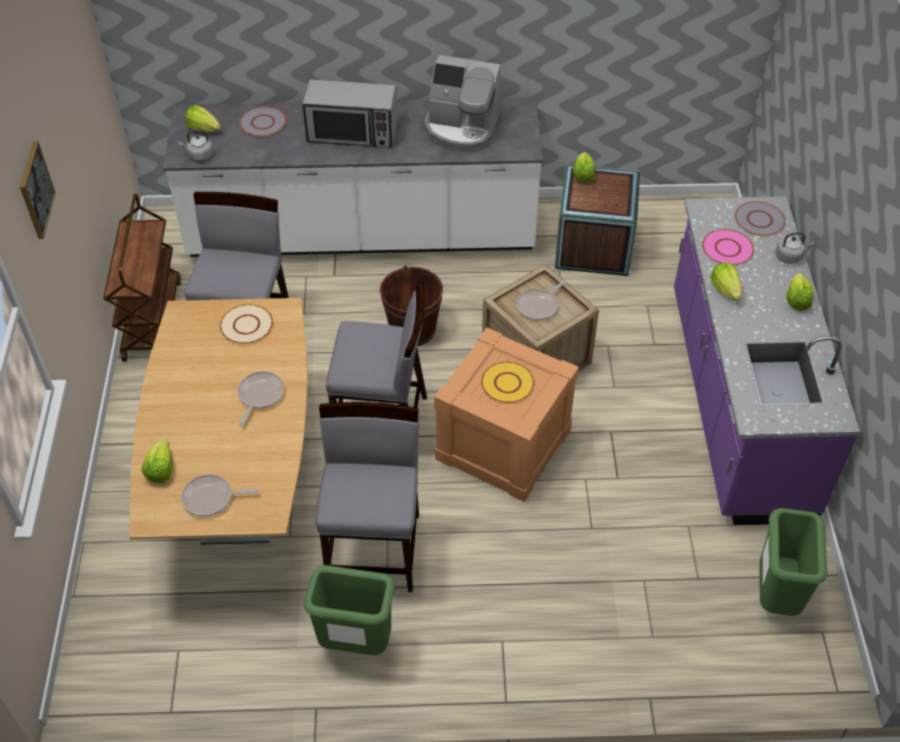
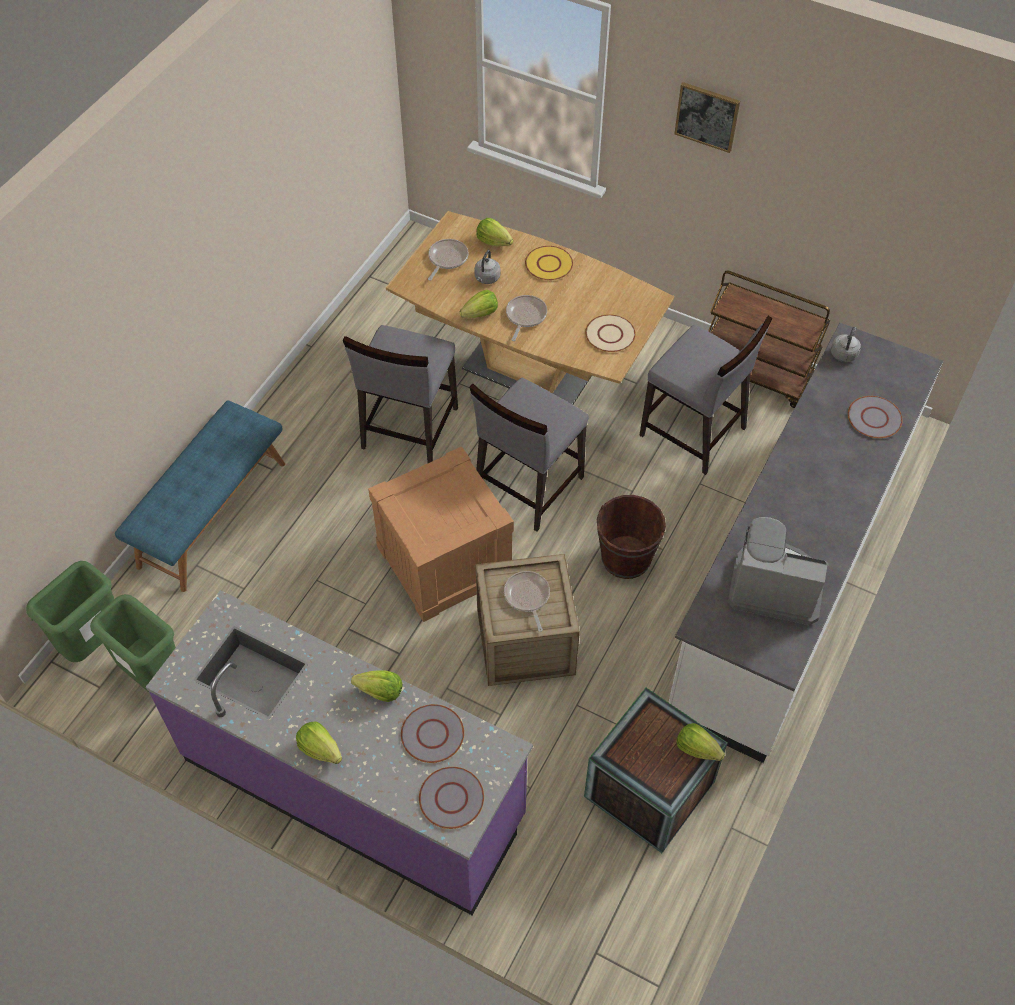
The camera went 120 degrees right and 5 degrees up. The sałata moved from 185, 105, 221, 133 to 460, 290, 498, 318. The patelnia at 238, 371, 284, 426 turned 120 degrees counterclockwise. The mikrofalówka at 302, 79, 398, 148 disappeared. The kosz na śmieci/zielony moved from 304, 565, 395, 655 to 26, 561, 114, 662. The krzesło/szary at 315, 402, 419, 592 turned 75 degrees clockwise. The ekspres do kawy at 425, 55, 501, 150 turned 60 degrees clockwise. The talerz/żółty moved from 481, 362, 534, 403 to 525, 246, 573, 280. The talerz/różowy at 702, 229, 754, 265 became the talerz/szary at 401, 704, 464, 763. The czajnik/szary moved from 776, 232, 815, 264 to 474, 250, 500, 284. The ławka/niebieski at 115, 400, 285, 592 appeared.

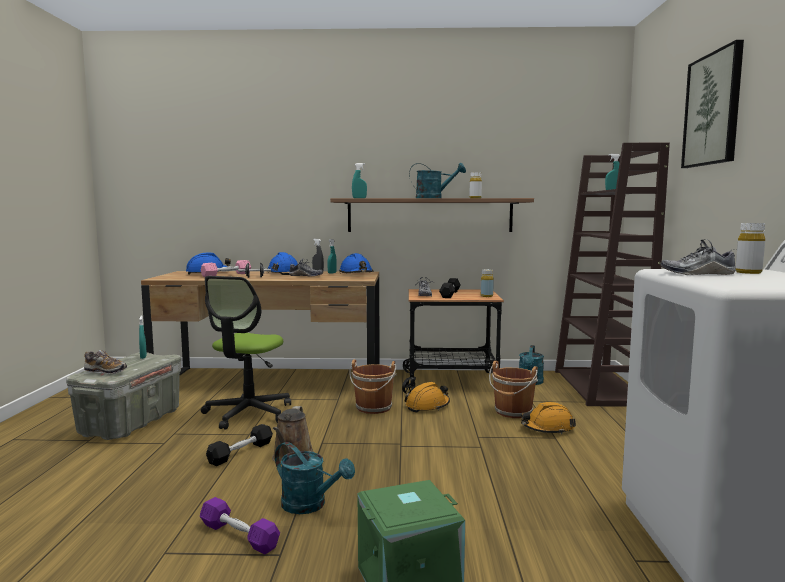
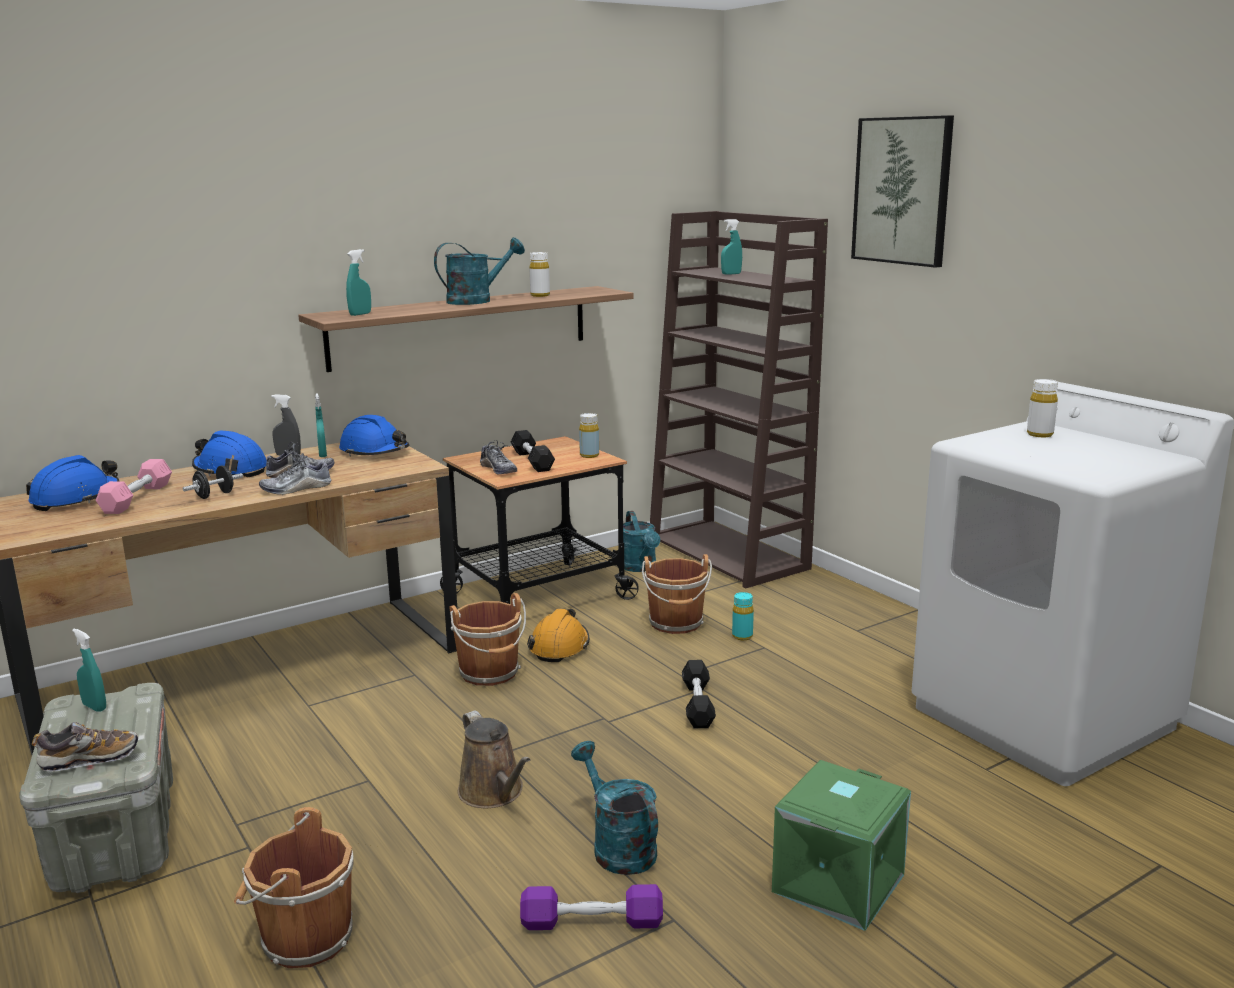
The camera went 35 degrees left and 10 degrees up. The krzesło biurowe at 201, 276, 291, 430 disappeared. The hantel/czarny moved from 206, 424, 273, 466 to 682, 660, 716, 728. The konewka/turkusowy at 275, 442, 355, 514 turned 120 degrees counterclockwise. The kask/pomarańczowy at 521, 402, 576, 435 was replaced by the butelka/turkusowy at 732, 592, 754, 640. The but moved from 661, 239, 736, 275 to 259, 454, 332, 495. The wiadro/brązowy at 234, 807, 353, 968 appeared.

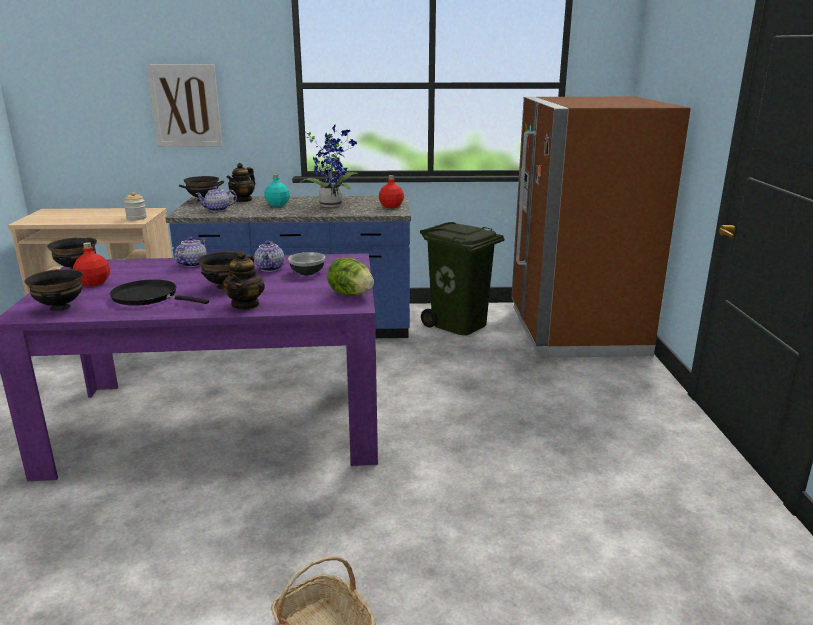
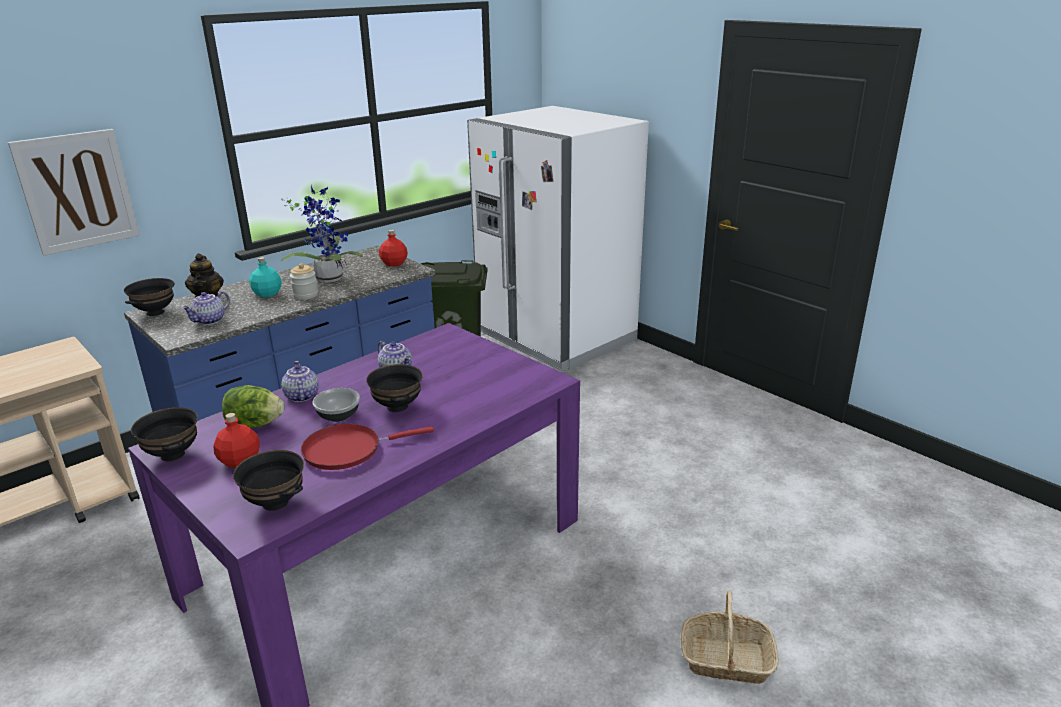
The camera went 40 degrees left and 5 degrees up. The patelnia/czarny at 110, 279, 209, 306 became the patelnia/czerwony at 301, 424, 434, 470. The słoik moved from 124, 192, 147, 220 to 290, 263, 318, 300. The imbryk at 222, 251, 265, 310 disappeared. The miska moved from 288, 252, 325, 275 to 313, 388, 360, 422. The sałata moved from 327, 258, 374, 296 to 222, 385, 284, 428. The lodówka/brązowy at 511, 97, 691, 358 became the lodówka/biały at 467, 106, 649, 371.

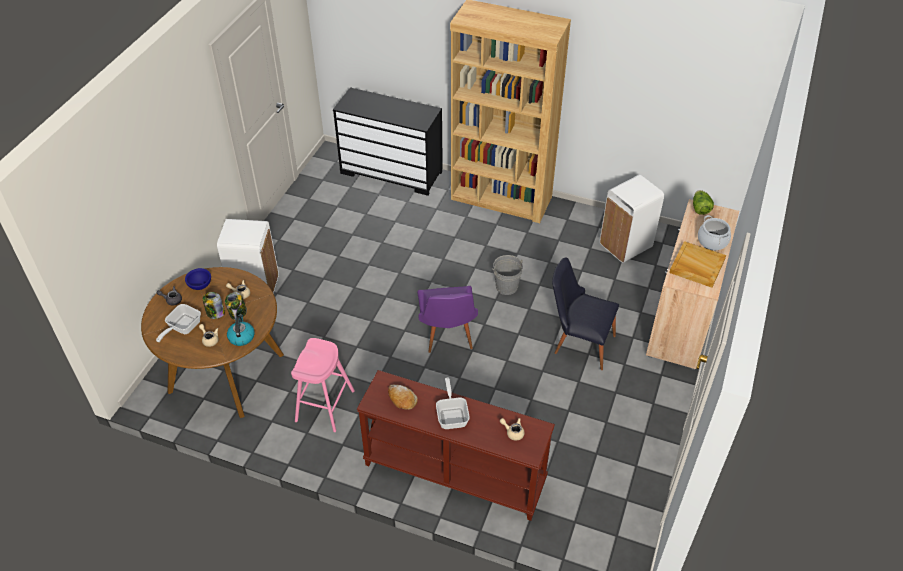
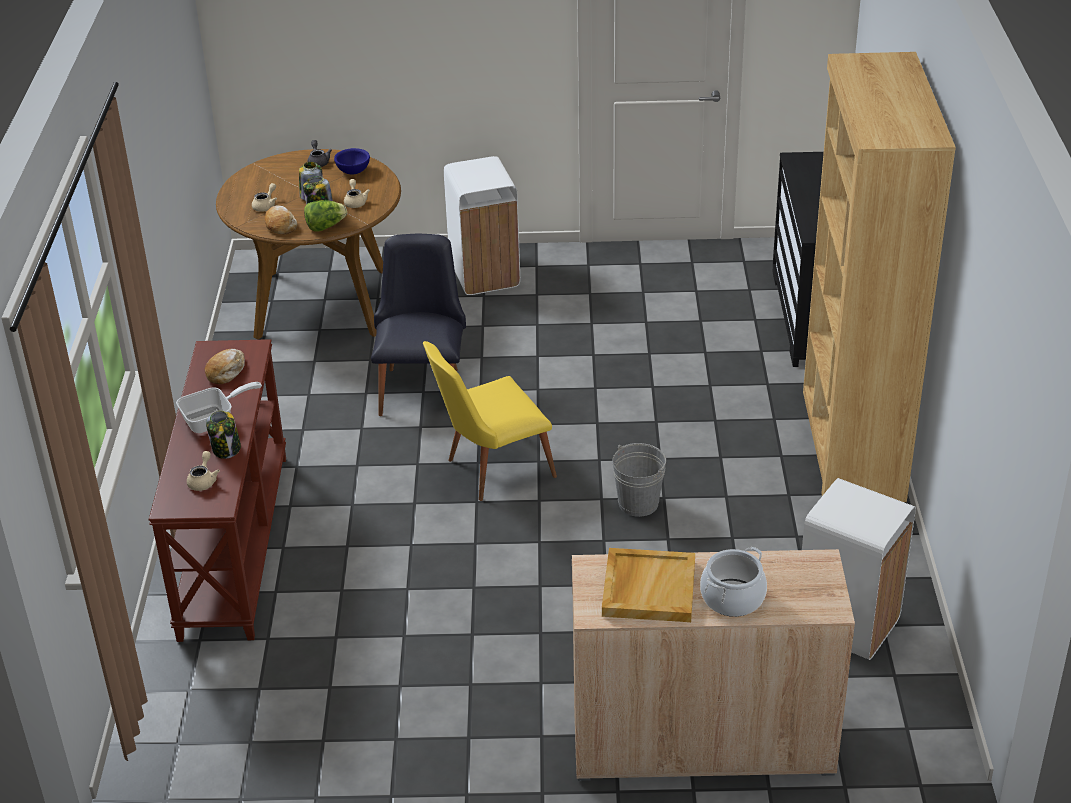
The camera went 70 degrees right and 10 degrees down. The patelnia at 156, 304, 201, 342 disappeared. The czajnik at 227, 314, 255, 346 was replaced by the chleb at 265, 206, 297, 234. The stołek/różowy at 291, 338, 355, 432 disappeared. The krzesło/fioletowy at 417, 286, 478, 353 became the krzesło/żółty at 423, 341, 557, 501. The krzesło/czarny moved from 552, 257, 619, 370 to 371, 234, 466, 416. The sałata moved from 693, 190, 714, 215 to 304, 200, 347, 232. The słoik at 206, 411, 241, 459 appeared.

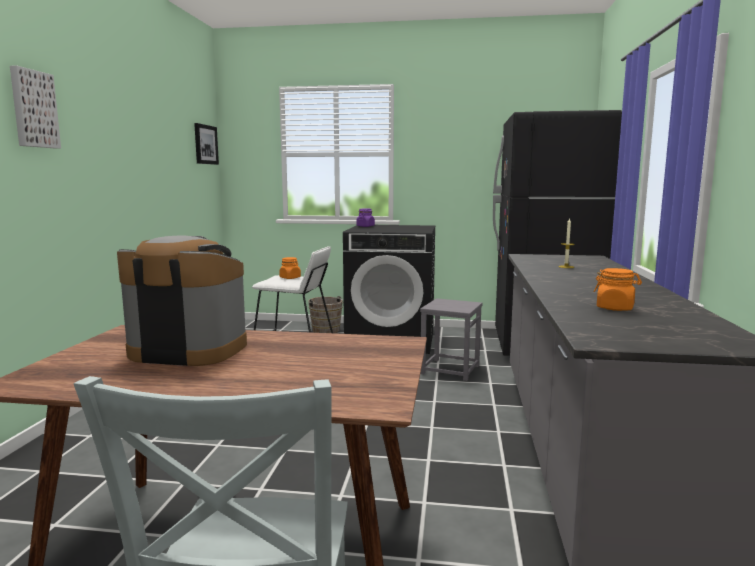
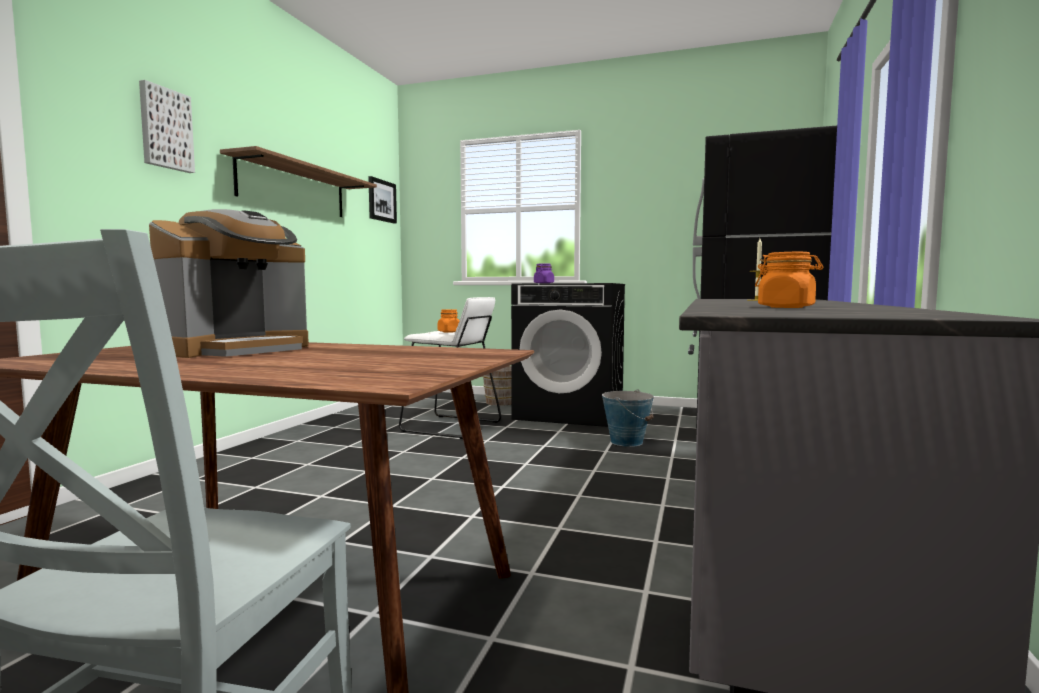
The camera went 10 degrees right and 5 degrees down. The ekspres do kawy at 117, 235, 247, 366 turned 105 degrees clockwise. The stołek/szary at 420, 298, 483, 381 was replaced by the wiadro at 602, 389, 654, 447. The półka at 220, 146, 377, 217 appeared.

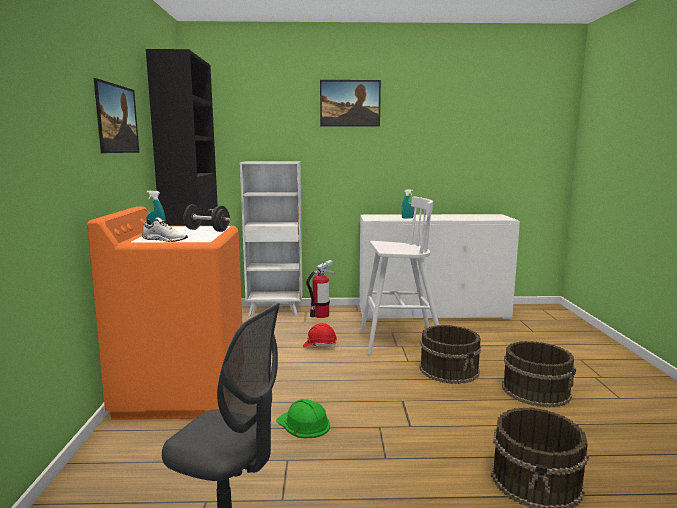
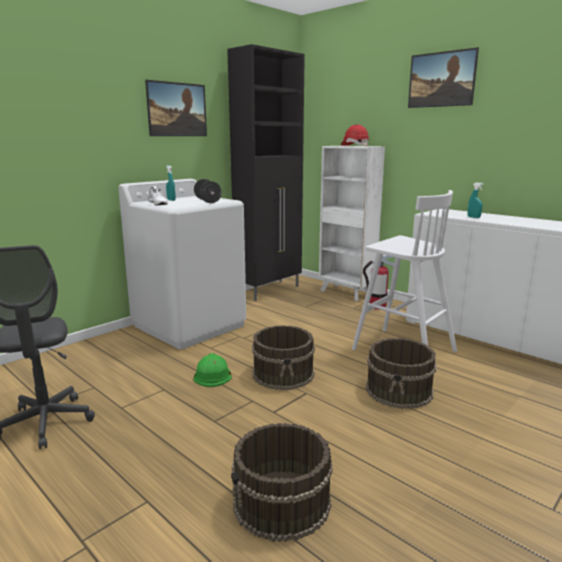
The camera went 45 degrees right and 5 degrees up. The pralka/pomarańczowy at 87, 206, 242, 420 became the pralka/biały at 118, 179, 246, 350. The kask/czerwony moved from 303, 323, 337, 348 to 341, 125, 369, 146. The wiadro/brązowy moved from 502, 341, 576, 408 to 252, 325, 315, 390.

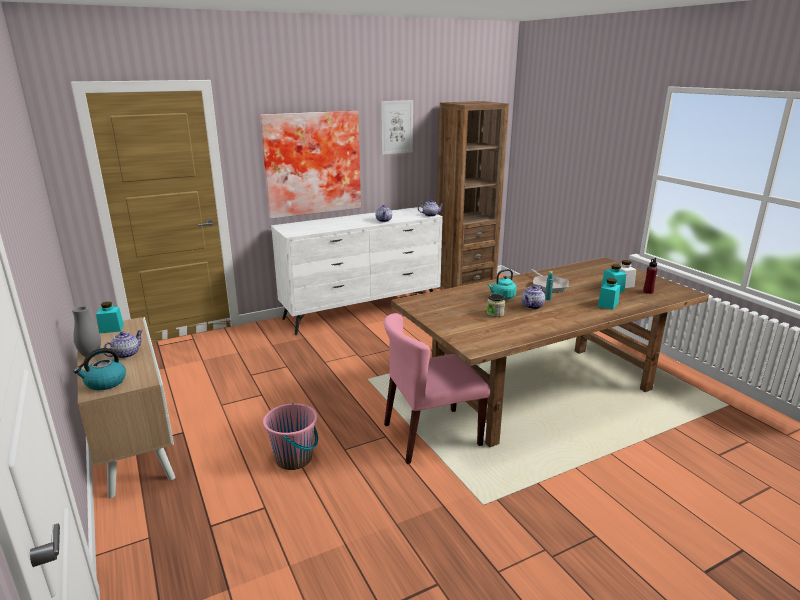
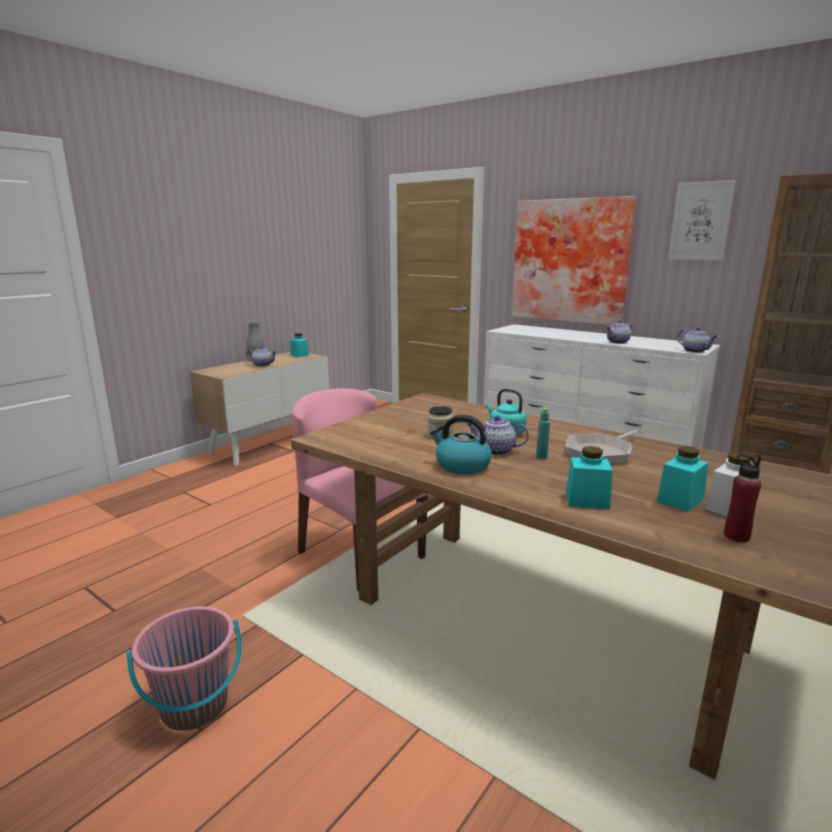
The camera went 65 degrees right and 5 degrees down. The czajnik moved from 74, 348, 126, 390 to 430, 415, 492, 474. The wiadro/różowy moved from 263, 403, 318, 470 to 126, 606, 242, 731.

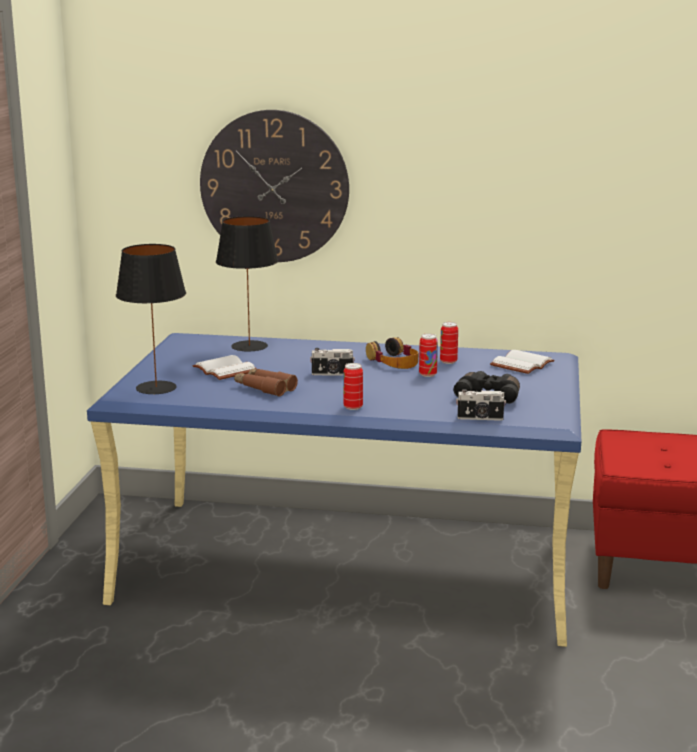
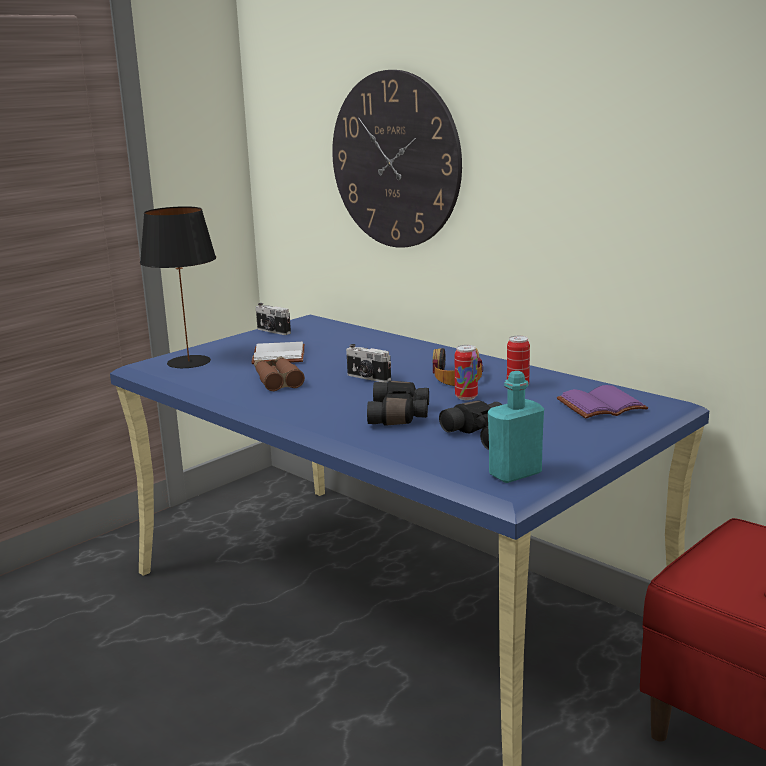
The camera went 35 degrees right and 0 degrees up. The lampa stołowa/czarny at 216, 216, 278, 351 disappeared. The puszka at 344, 363, 363, 410 disappeared. The aparat fotograficzny moved from 456, 389, 506, 421 to 256, 303, 291, 335. The książka/biały at 490, 350, 555, 374 became the książka/fioletowy at 557, 385, 648, 419. The lornetka/czarny at 367, 381, 429, 426 appeared. The butelka/turkusowy at 488, 371, 544, 483 appeared.

